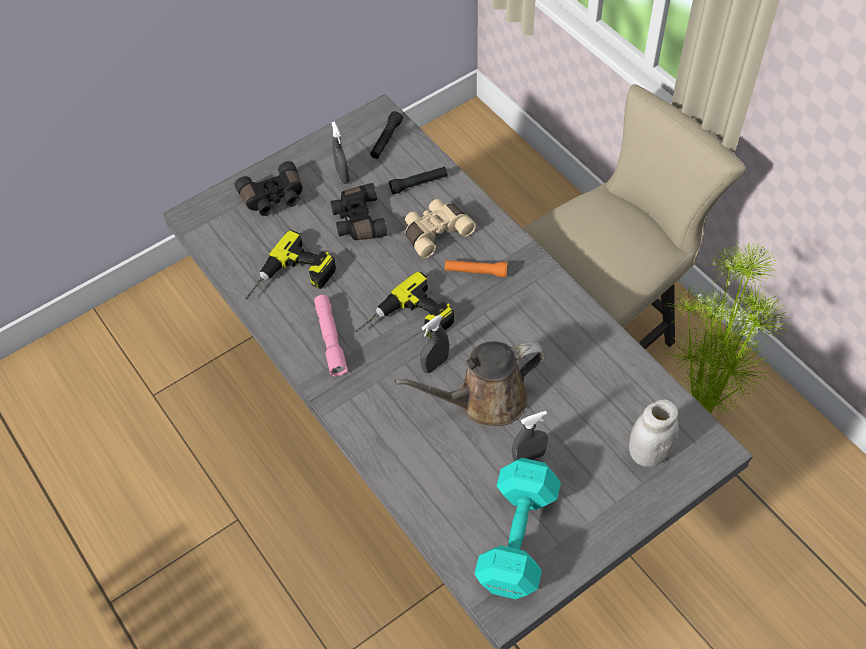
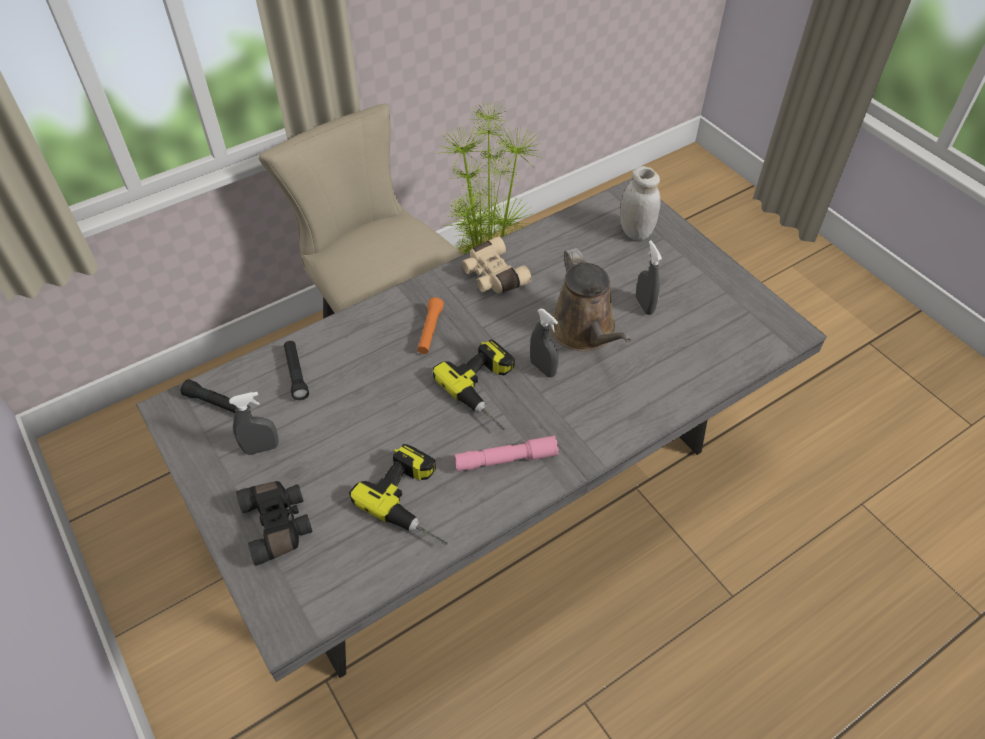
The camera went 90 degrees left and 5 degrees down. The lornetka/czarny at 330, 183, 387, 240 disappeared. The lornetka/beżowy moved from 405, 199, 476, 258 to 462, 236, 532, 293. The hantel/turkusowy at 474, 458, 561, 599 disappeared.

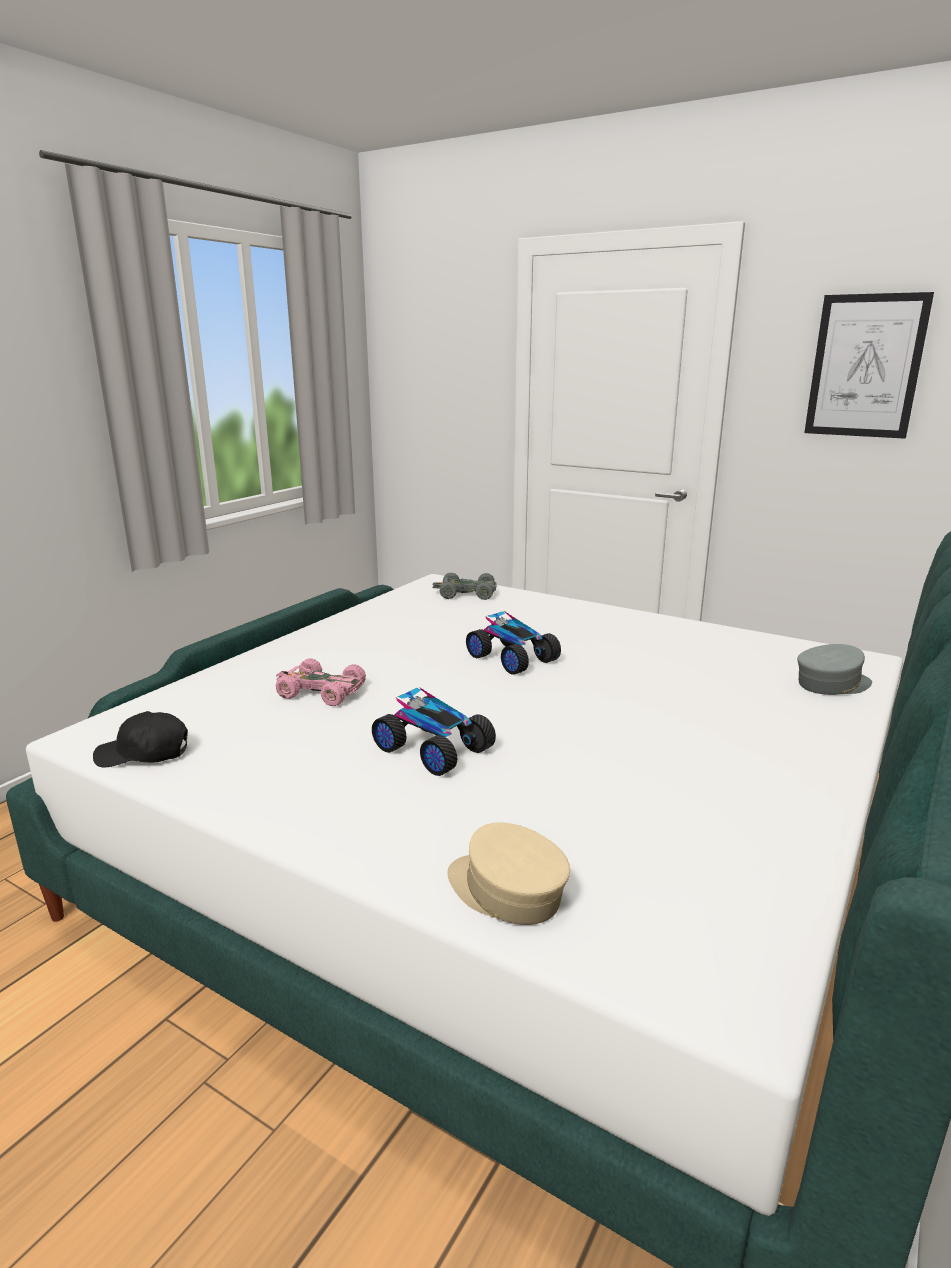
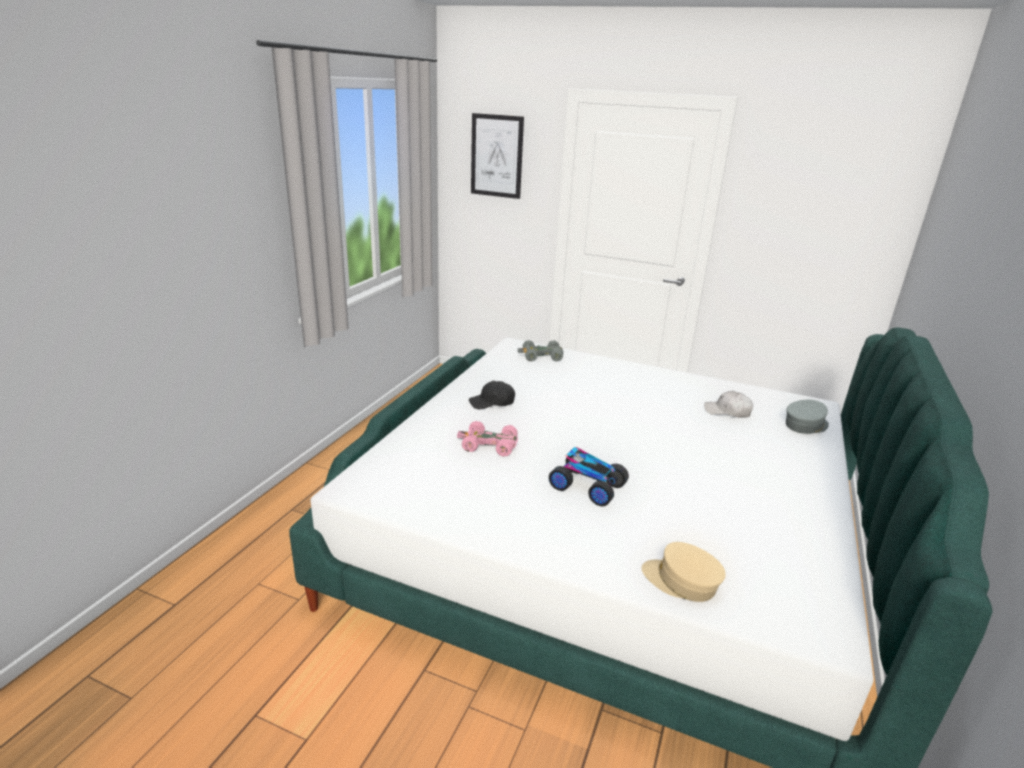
The camera went 10 degrees left and 5 degrees up. The czapka z daszkiem/czarny moved from 93, 711, 188, 767 to 469, 381, 515, 409. The samochodzik at 466, 611, 561, 675 disappeared. The obraz moved from 804, 292, 934, 439 to 471, 113, 524, 199. The czapka z daszkiem/biały at 704, 391, 753, 418 appeared.

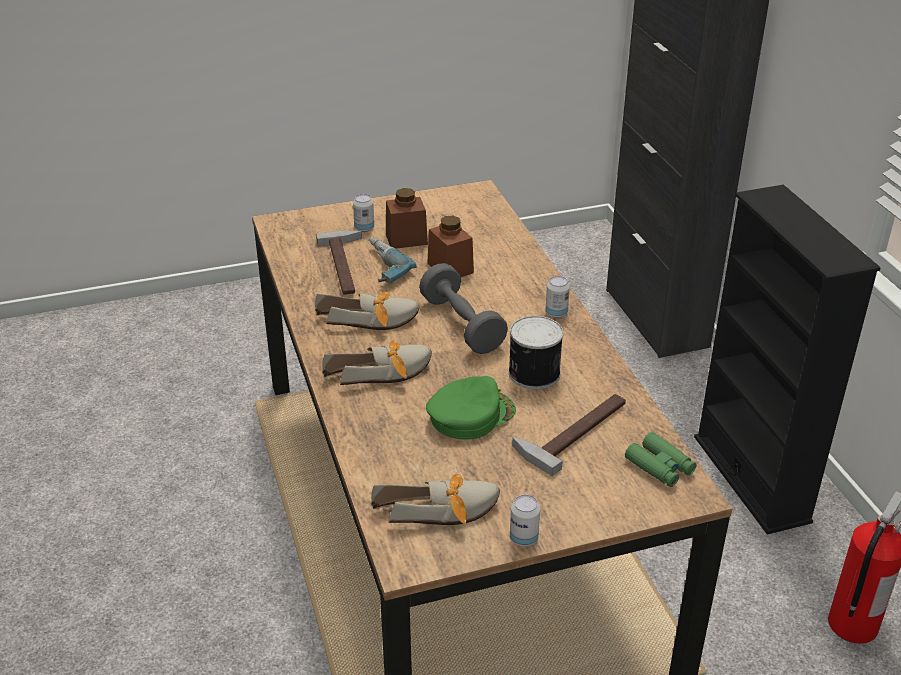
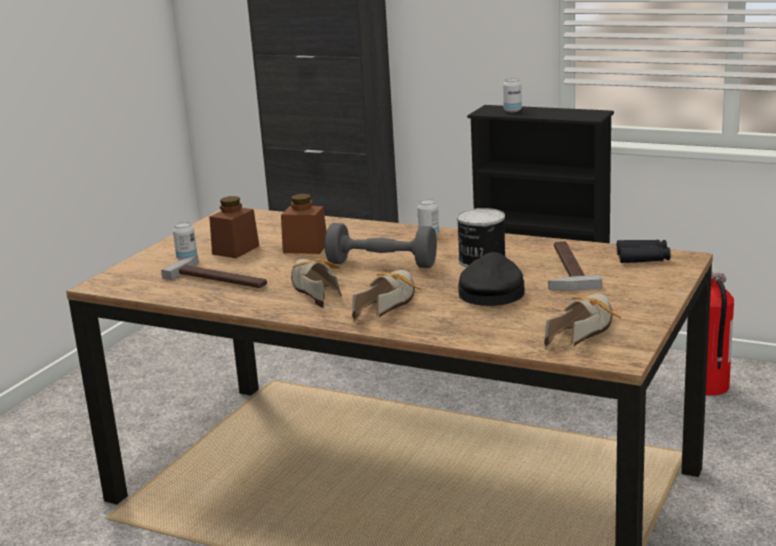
The camera went 45 degrees left and 15 degrees down. The but at 315, 292, 419, 330 turned 60 degrees counterclockwise. The wiertarka at 369, 237, 416, 283 disappeared. The czapka z daszkiem/zielony at 426, 376, 516, 440 became the czapka z daszkiem/czarny at 458, 252, 525, 306. The puszka moved from 510, 495, 540, 547 to 503, 78, 522, 112. The lornetka/zielony at 625, 432, 697, 487 became the lornetka/czarny at 617, 240, 671, 263.

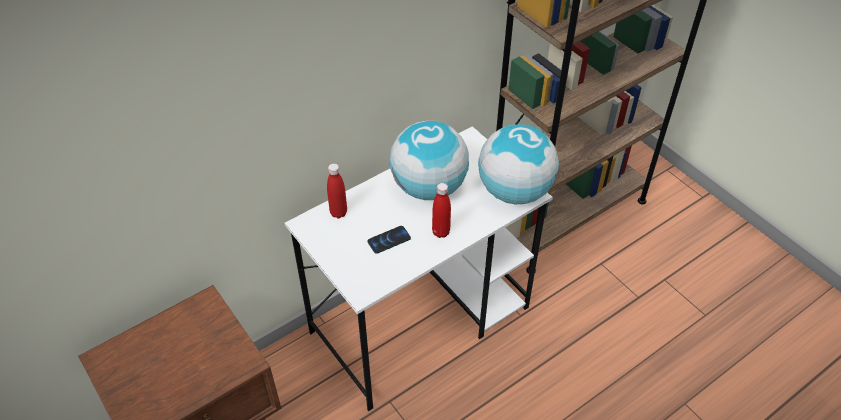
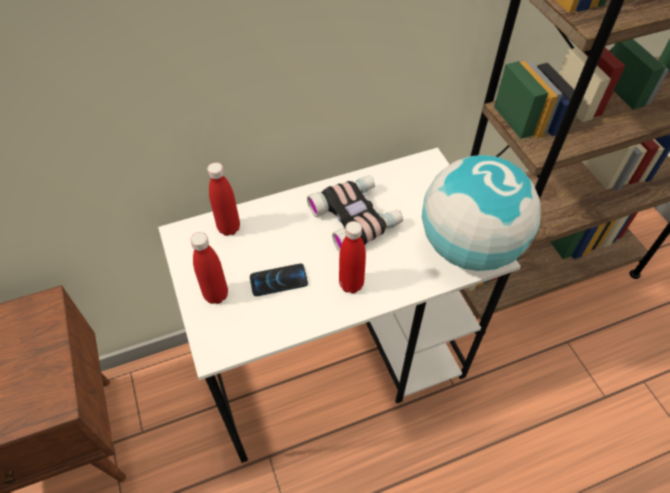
The camera went 15 degrees right and 5 degrees up. The globus at 390, 121, 469, 200 was replaced by the lornetka at 307, 175, 403, 252. The butelka/czerwony at 190, 232, 228, 304 appeared.

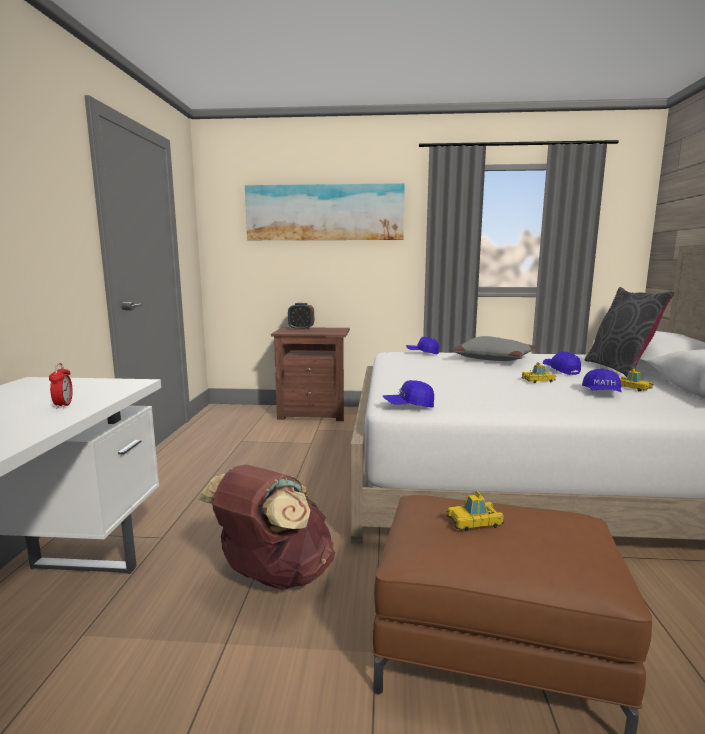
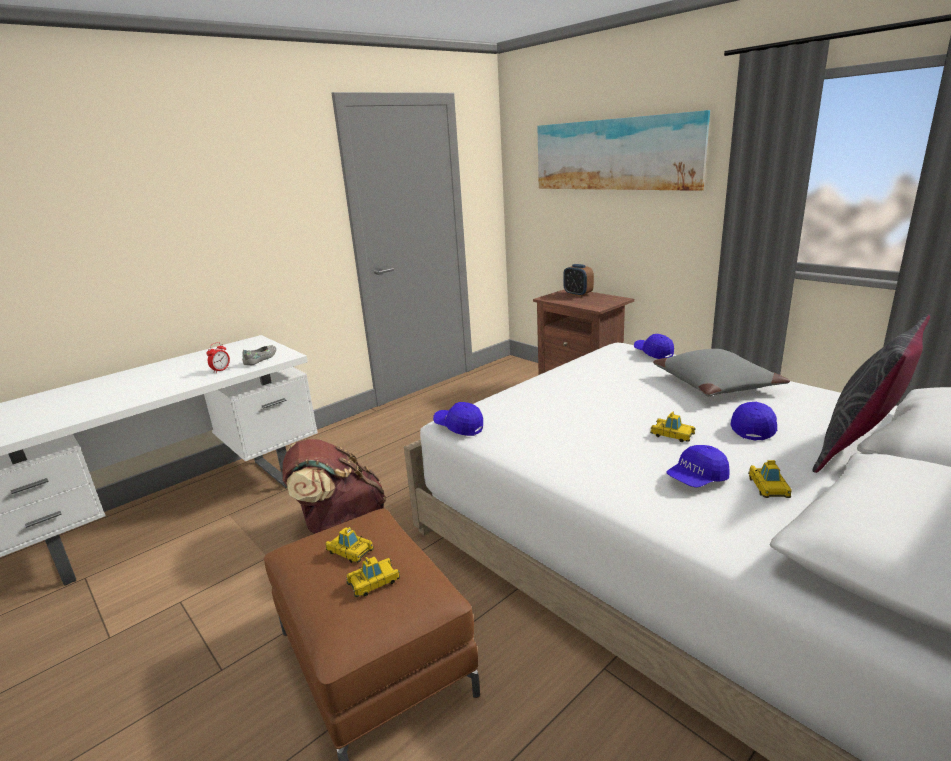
The camera went 45 degrees right and 10 degrees up. The but/szary at 242, 345, 276, 365 appeared. The samochodzik at 346, 557, 400, 597 appeared.

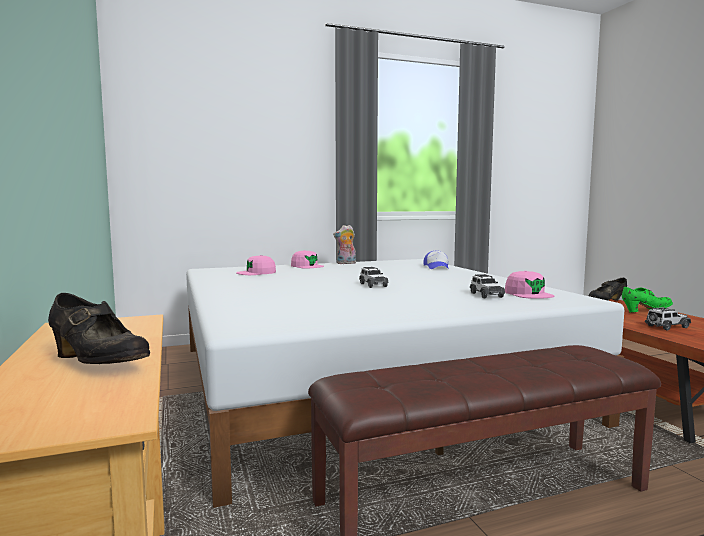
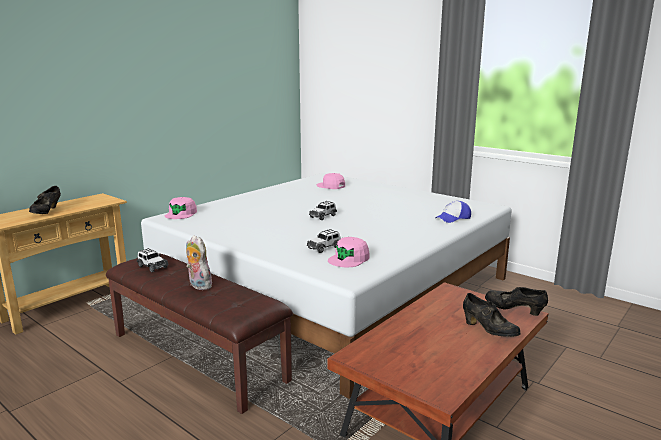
The camera went 60 degrees right and 10 degrees up. The czapka z daszkiem/różowy moved from 291, 250, 324, 269 to 165, 197, 197, 219. The pluszak moved from 333, 225, 356, 264 to 186, 235, 212, 290. The but/zielony at 622, 287, 673, 313 became the but/czarny at 463, 293, 521, 337. The samochodzik moved from 645, 307, 691, 330 to 137, 248, 169, 272.

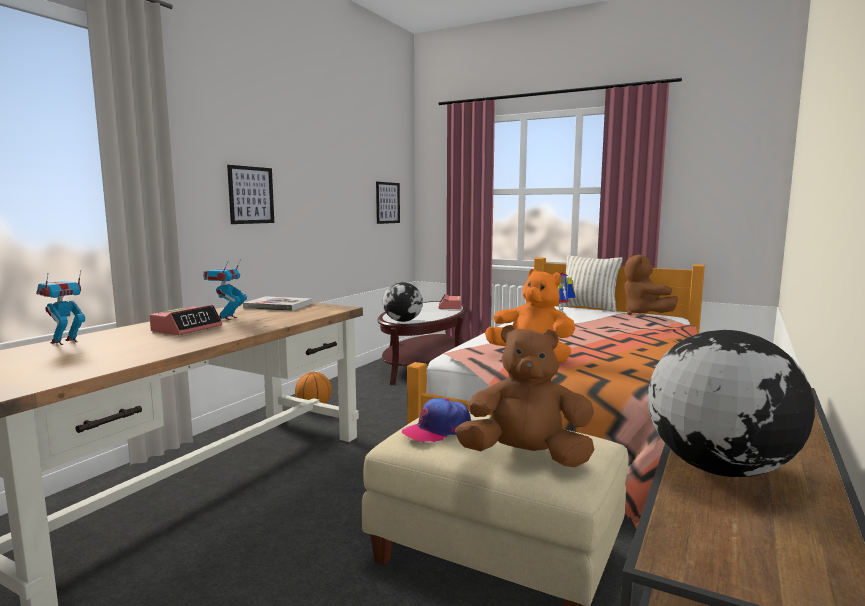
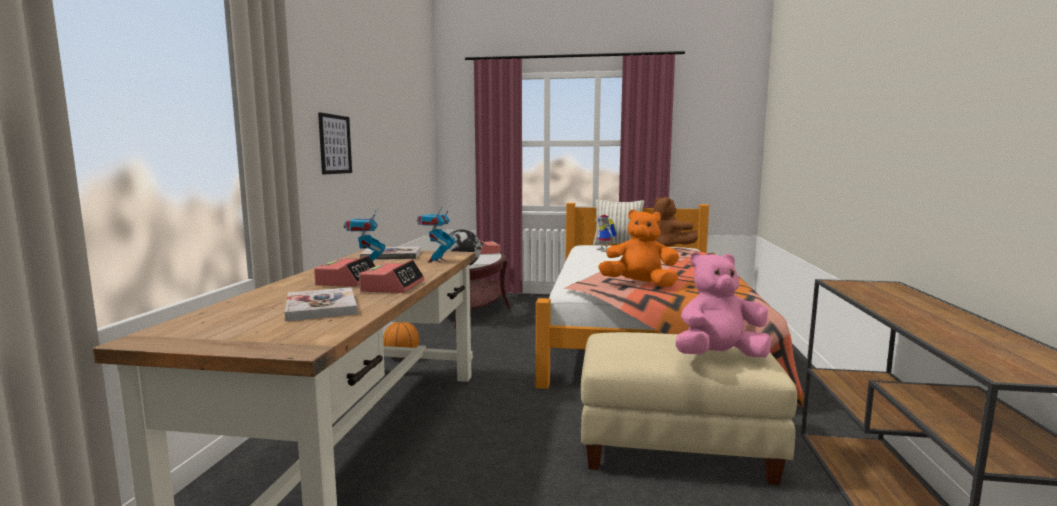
The camera went 20 degrees left and 0 degrees up. The robot zabawkowy moved from 36, 270, 85, 345 to 417, 205, 455, 263. The obraz at 376, 182, 400, 224 disappeared. The czapka z daszkiem at 402, 398, 471, 443 disappeared. The pluszak/brązowy at 455, 325, 595, 467 became the pluszak/różowy at 676, 252, 771, 358. The globus at 648, 330, 815, 477 disappeared. The książka at 285, 287, 357, 321 appeared. The budzik at 359, 260, 424, 293 appeared.

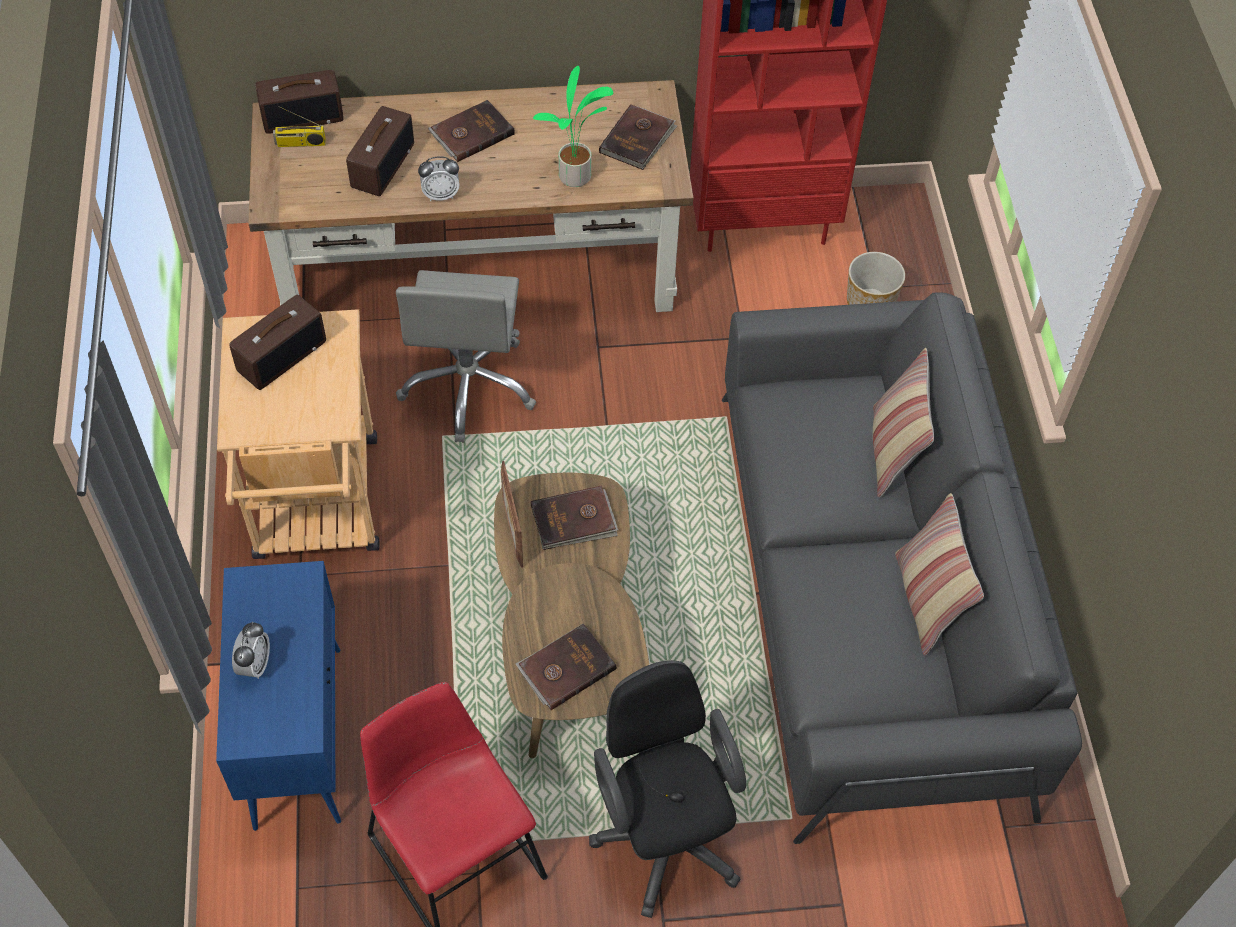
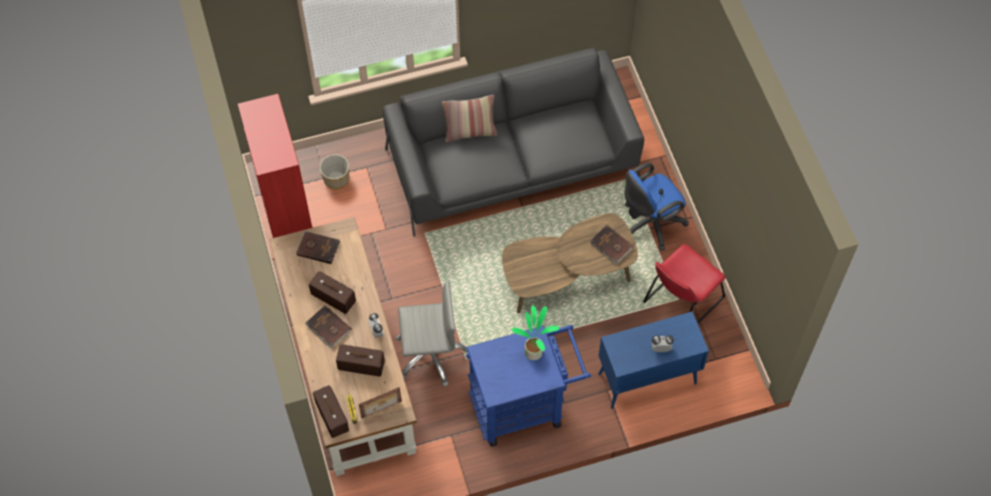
The camera went 100 degrees left and 5 degrees up. The wózek/beżowy at 217, 309, 379, 559 became the wózek/niebieski at 466, 325, 591, 446. The radio moved from 229, 295, 326, 390 to 309, 271, 356, 314. The ramka na zdjęcie moved from 501, 461, 523, 568 to 359, 387, 402, 418. The książka/brązowy at 531, 485, 618, 550 disappeared. The roślina doniczkowa moved from 533, 66, 613, 187 to 511, 305, 560, 360. The krzesło biurowe/czarny at 589, 660, 746, 918 became the krzesło biurowe/niebieski at 624, 163, 689, 251. The poduszka at 895, 493, 984, 656 disappeared.

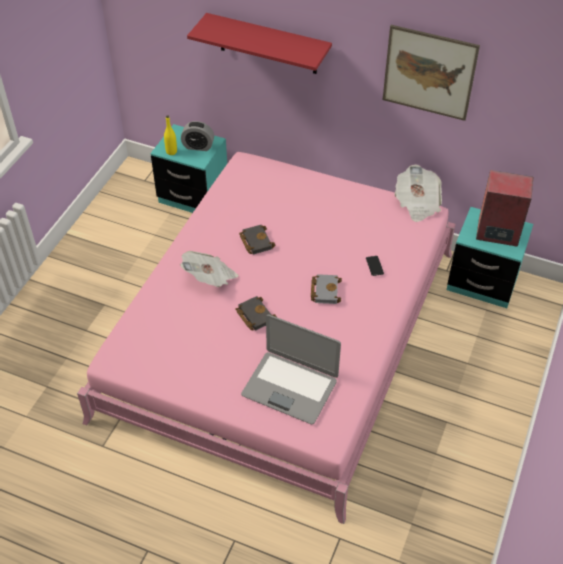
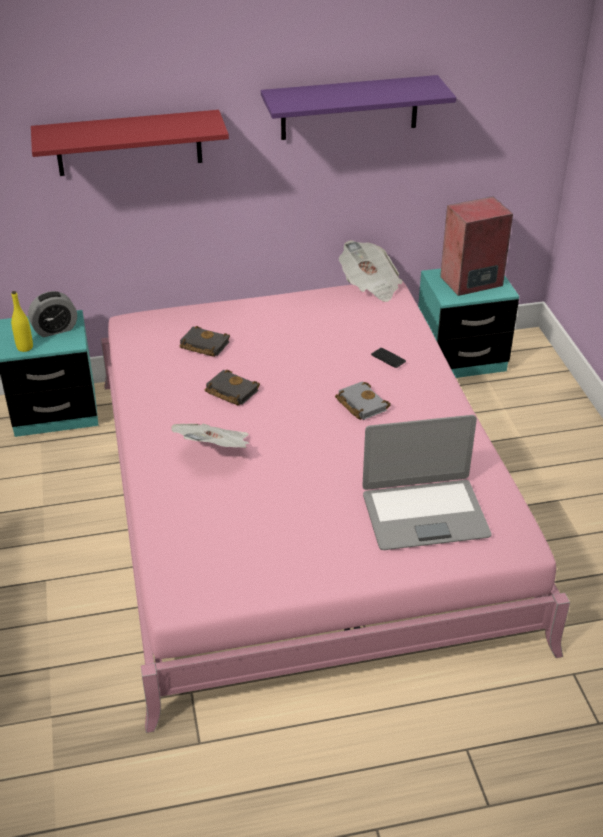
The camera went 35 degrees left and 10 degrees down. The książka/czarny moved from 235, 296, 277, 331 to 180, 326, 230, 357. The obraz at 383, 25, 480, 121 was replaced by the półka/fioletowy at 261, 75, 456, 140.

